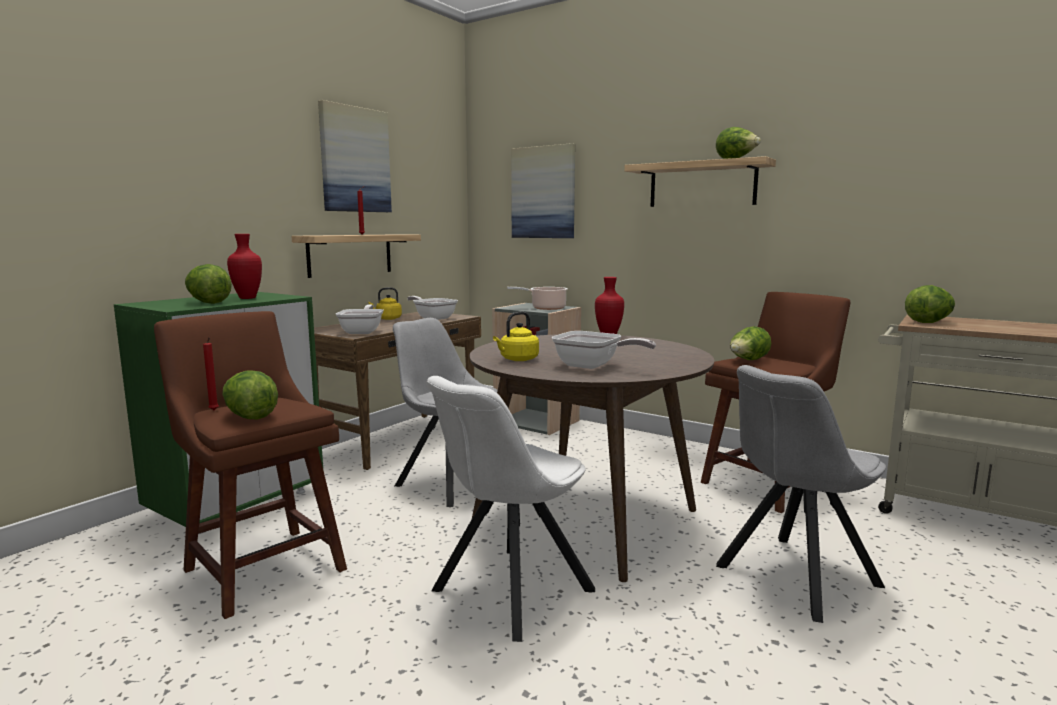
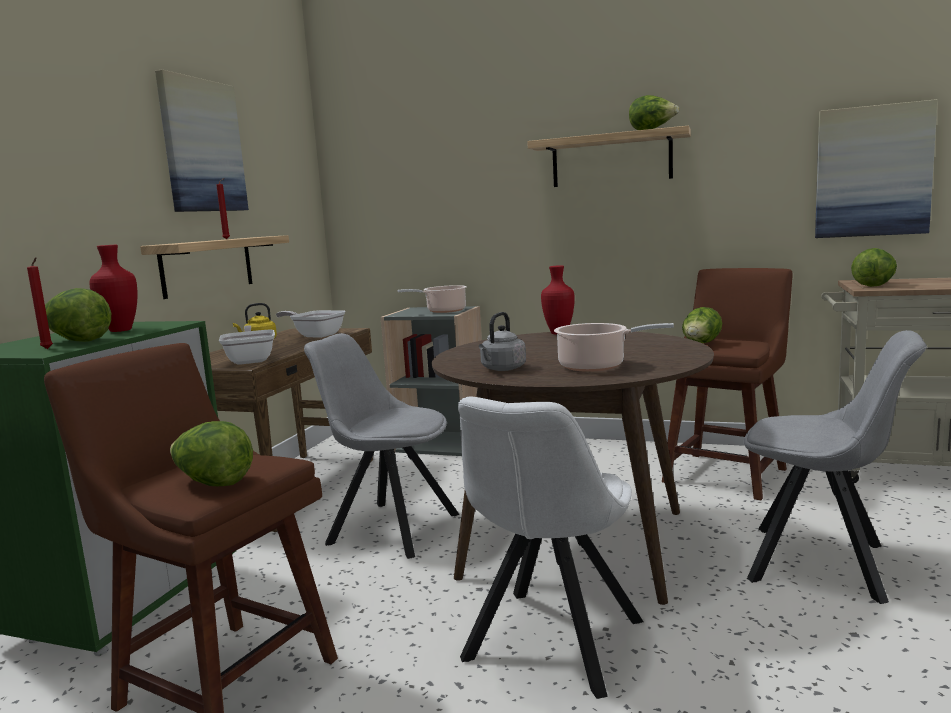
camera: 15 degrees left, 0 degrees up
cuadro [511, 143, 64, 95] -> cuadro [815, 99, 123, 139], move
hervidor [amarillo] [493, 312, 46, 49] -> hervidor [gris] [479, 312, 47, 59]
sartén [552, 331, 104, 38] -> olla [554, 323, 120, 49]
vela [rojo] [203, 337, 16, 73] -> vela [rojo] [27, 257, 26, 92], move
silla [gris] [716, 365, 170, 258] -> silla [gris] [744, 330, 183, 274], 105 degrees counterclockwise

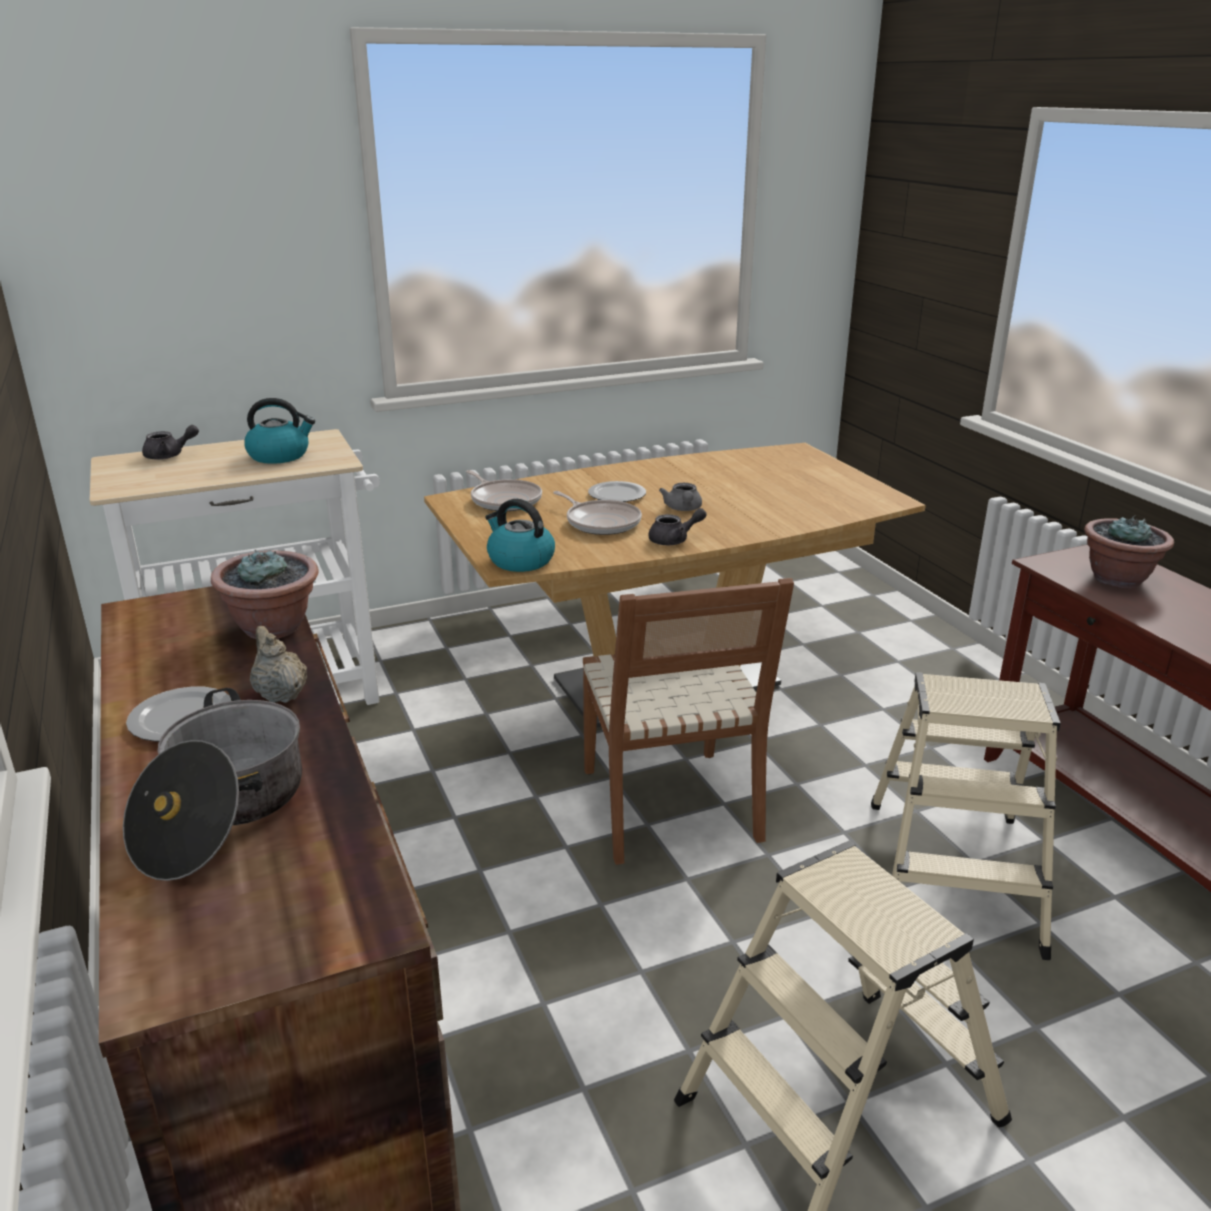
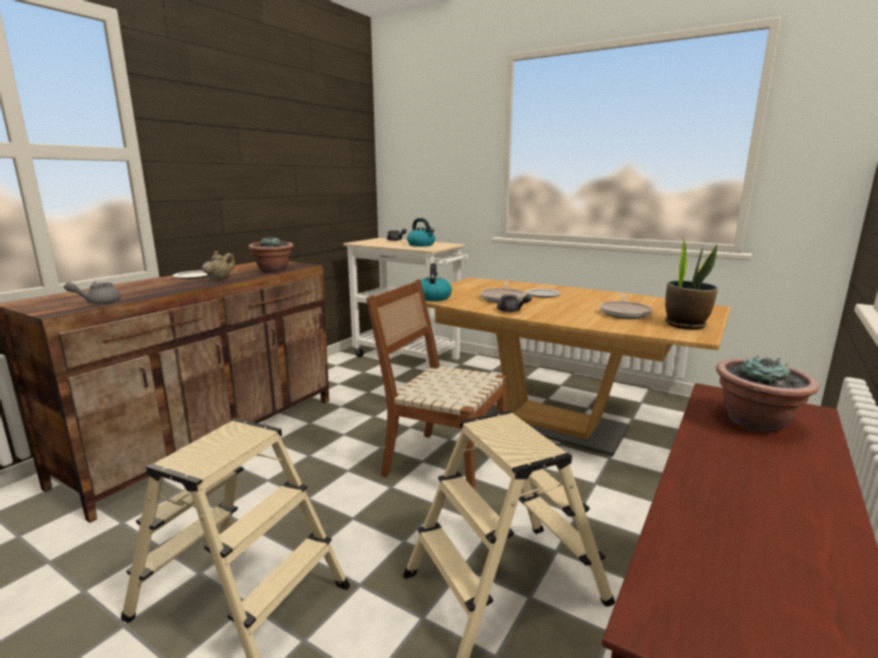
camera: 55 degrees right, 10 degrees down
sartén [466, 470, 76, 41] -> sartén [600, 295, 53, 24], move
tetera [gris] [659, 483, 43, 28] -> tetera [gris] [64, 282, 57, 22], move
silla [583, 578, 211, 287] -> silla [366, 279, 140, 210], 75 degrees clockwise
olla [123, 688, 179, 193] -> none
none -> planta en maceta [665, 237, 53, 93]

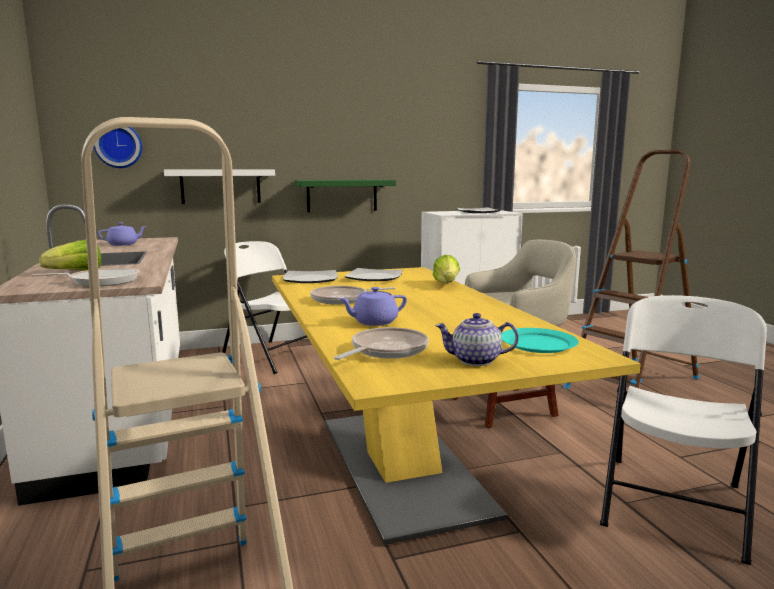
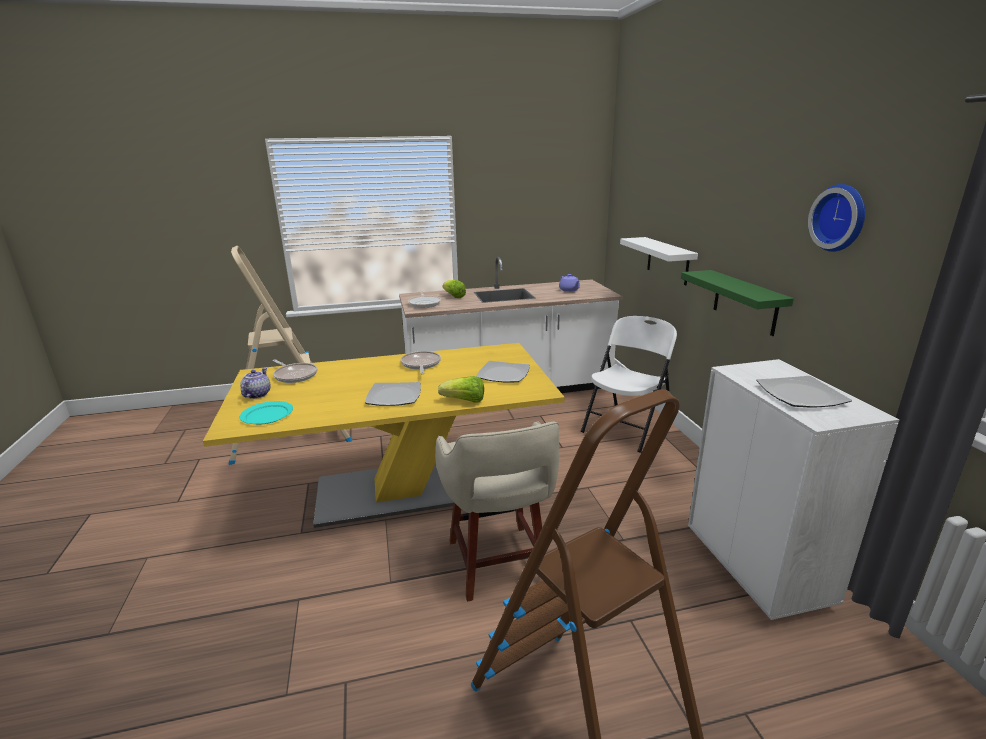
camera: 95 degrees right, 10 degrees up
reloj de pared [94, 127, 48, 41] -> reloj de pared [808, 184, 57, 68], move
plato [283, 270, 55, 13] -> plato [365, 382, 56, 24], move
tetera [morado] [338, 287, 69, 39] -> none
silla [blanco] [600, 295, 167, 270] -> none

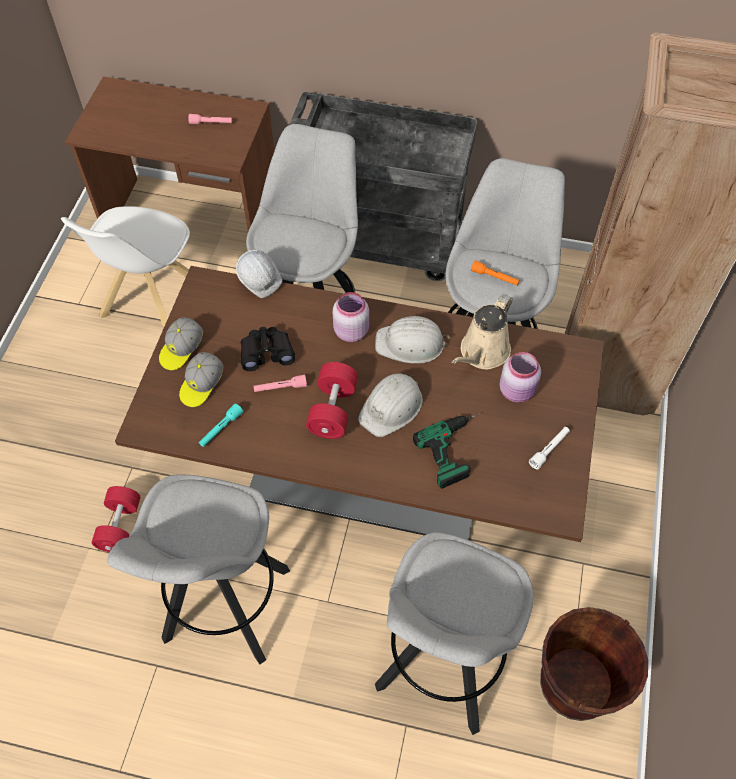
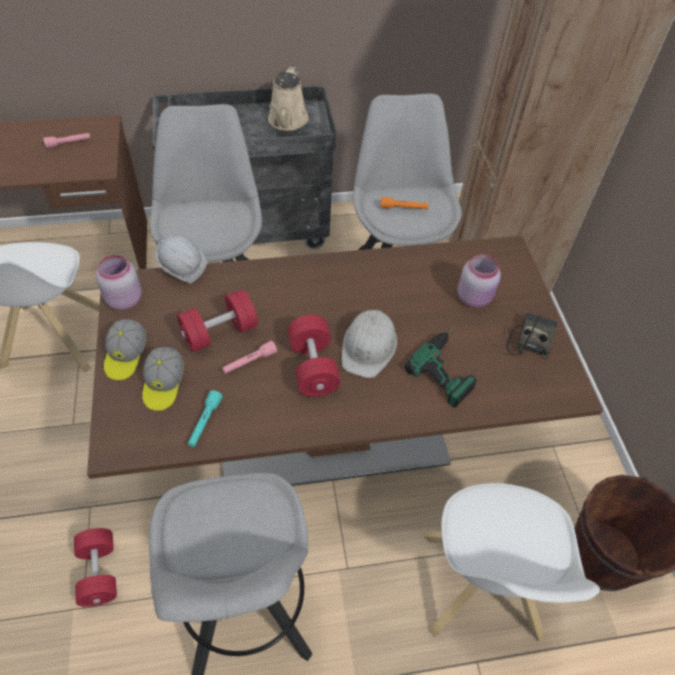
camera: 25 degrees left, 5 degrees down
tarro [rosa] [333, 292, 36, 50] -> tarro [rosa] [96, 255, 46, 55], move
regadera [beis] [452, 294, 61, 75] -> regadera [beis] [268, 66, 41, 65], move
casco [blanco] [375, 316, 74, 48] -> none
prismáticos [negro] [241, 327, 54, 44] -> mancuerna [rojo] [177, 289, 81, 63]
linterna [blanco] [529, 427, 41, 43] -> radio [507, 312, 51, 47]
taburete [gris] [375, 532, 159, 203] -> silla [blanco] [424, 483, 176, 159]

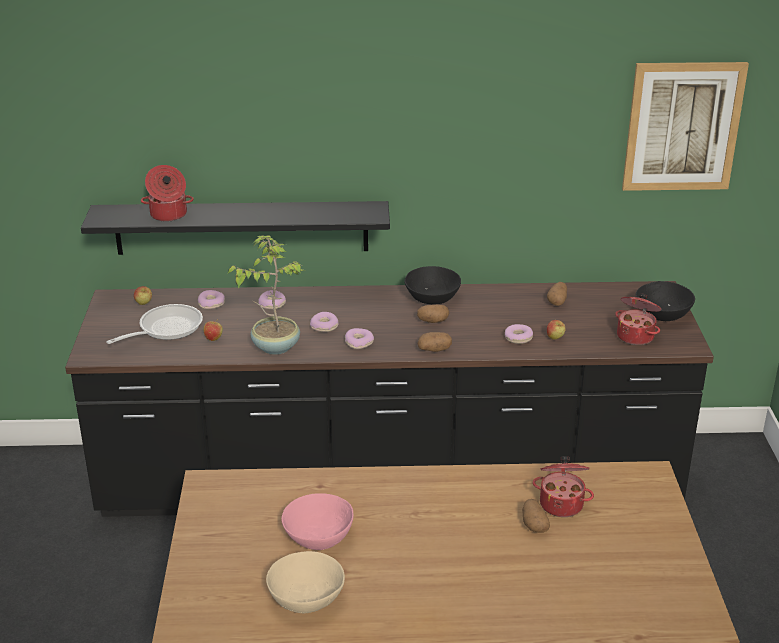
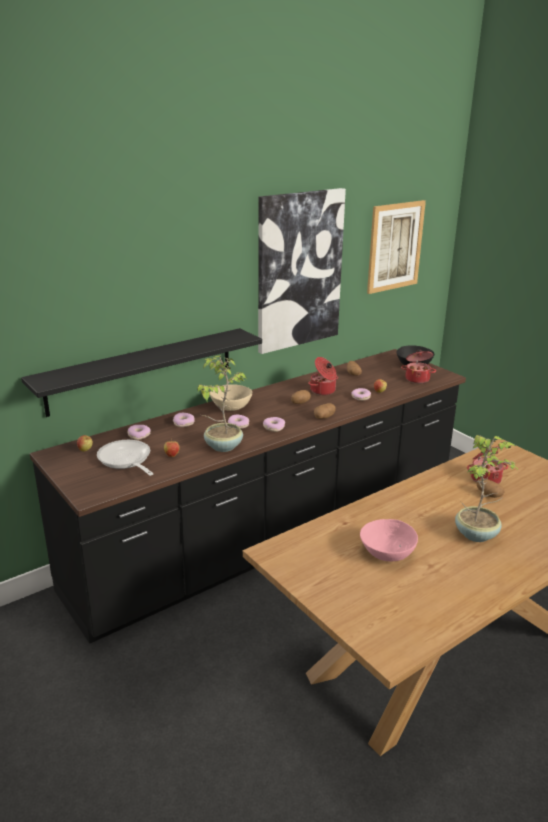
camera: 35 degrees left, 5 degrees down
olla [141, 165, 53, 57] -> olla [308, 357, 30, 38], move
cuenco [negro] [404, 266, 57, 38] -> none
sartén [106, 304, 97, 40] -> sartén [97, 440, 56, 36], 45 degrees counterclockwise
cuenco [beis] [266, 551, 79, 62] -> cuenco [beis] [210, 384, 42, 27], move
none -> cuadro [258, 188, 88, 166]
none -> planta en maceta [455, 435, 63, 107]

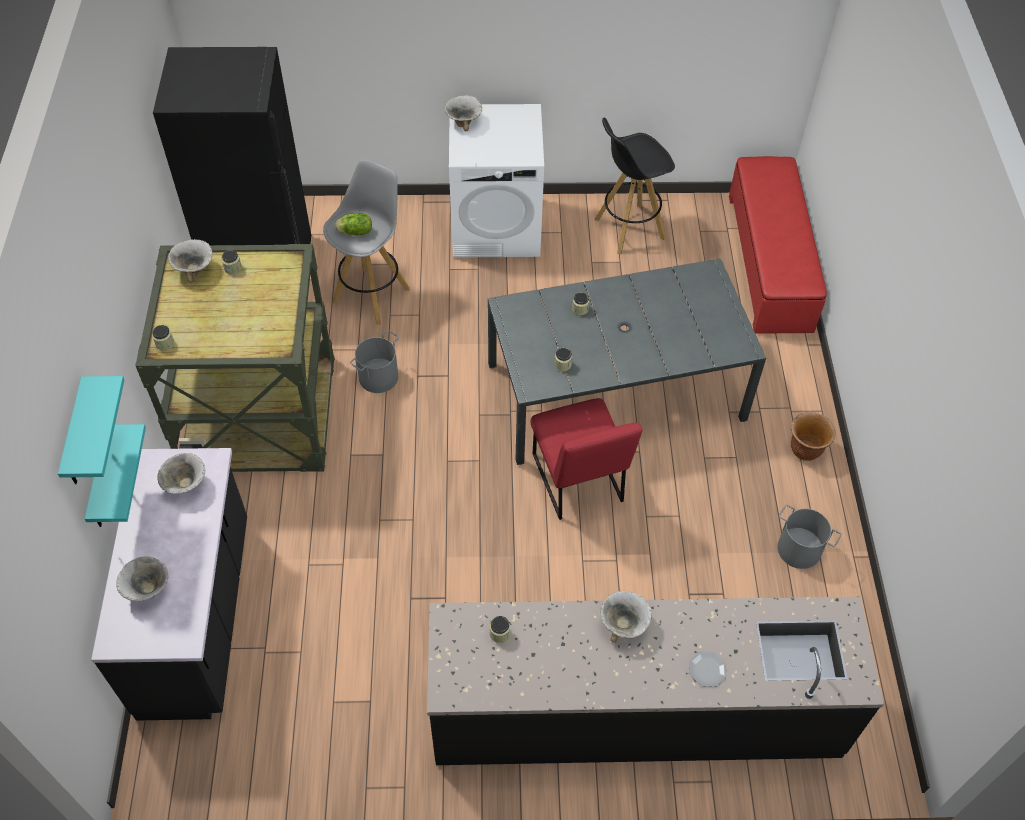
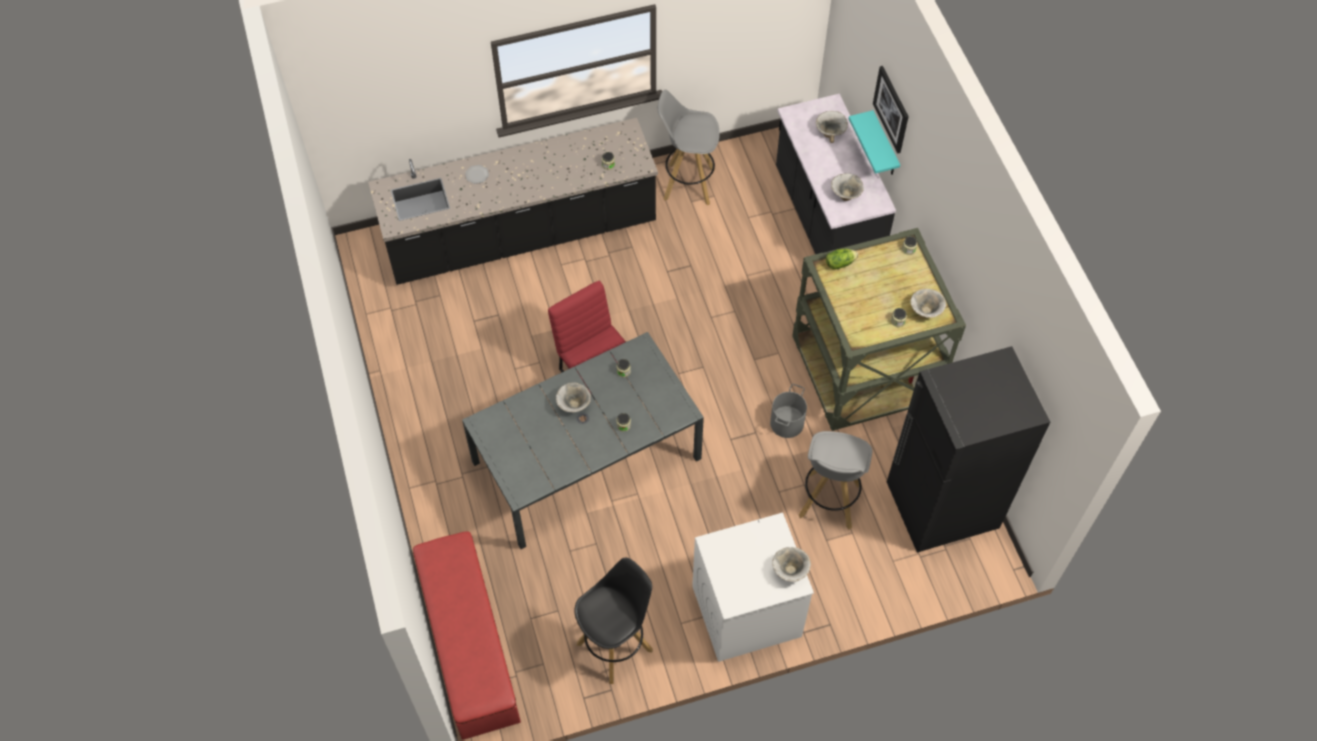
camera: 165 degrees right, 5 degrees up
lechuga [334, 213, 38, 23] -> lechuga [826, 249, 32, 20], move
estante [turquesa] [58, 376, 66, 108] -> cuadro [873, 66, 36, 88]
maceta [marrón] [791, 412, 44, 49] -> none
cubo [gris] [777, 504, 65, 65] -> none
cuenco [600, 591, 52, 51] -> cuenco [556, 382, 35, 30], move
none -> taburete [gris] [658, 90, 62, 115]

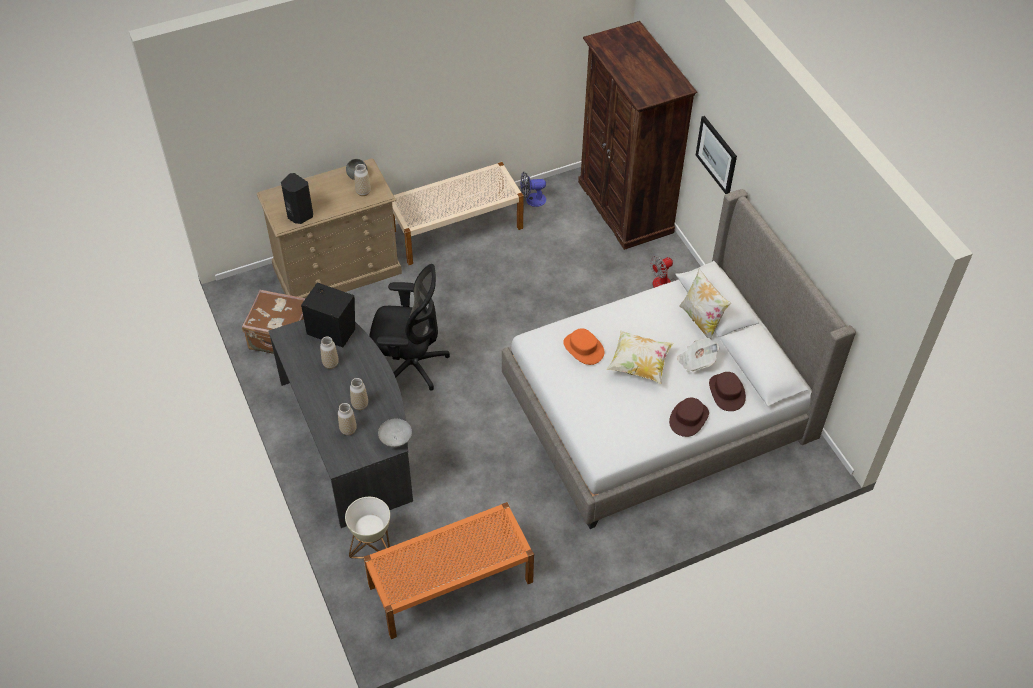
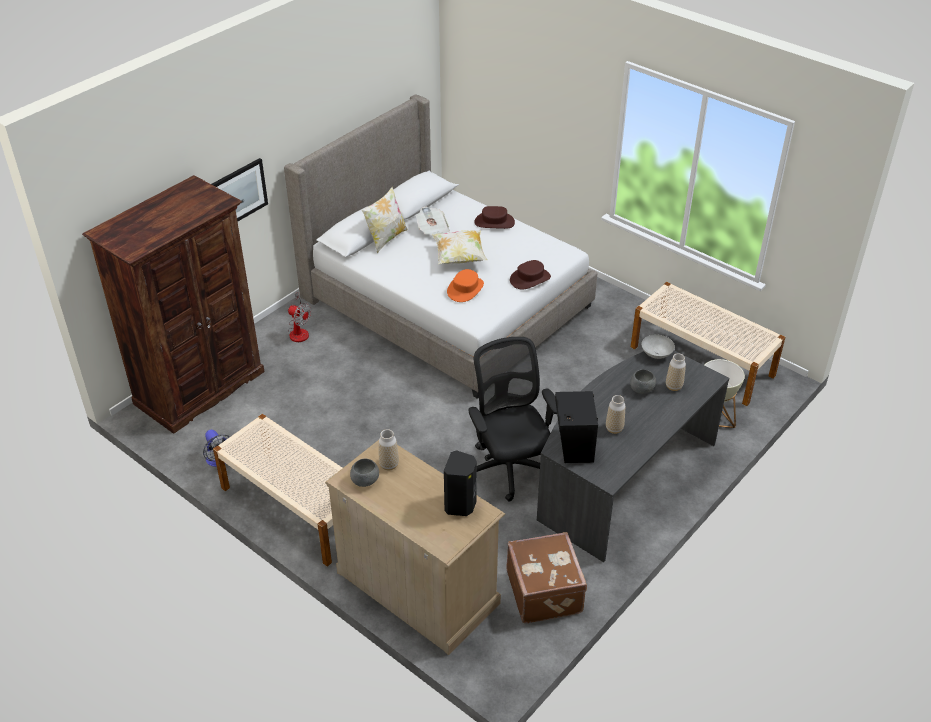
camera: 115 degrees left, 10 degrees down
sombrero [marrón] [709, 372, 37, 39] -> sombrero [marrón] [510, 260, 41, 29], move
florero [350, 378, 18, 32] -> cuenco [gris] [630, 369, 26, 25]
banco [naranja] [363, 502, 171, 137] -> banco [beis] [631, 282, 154, 124]

